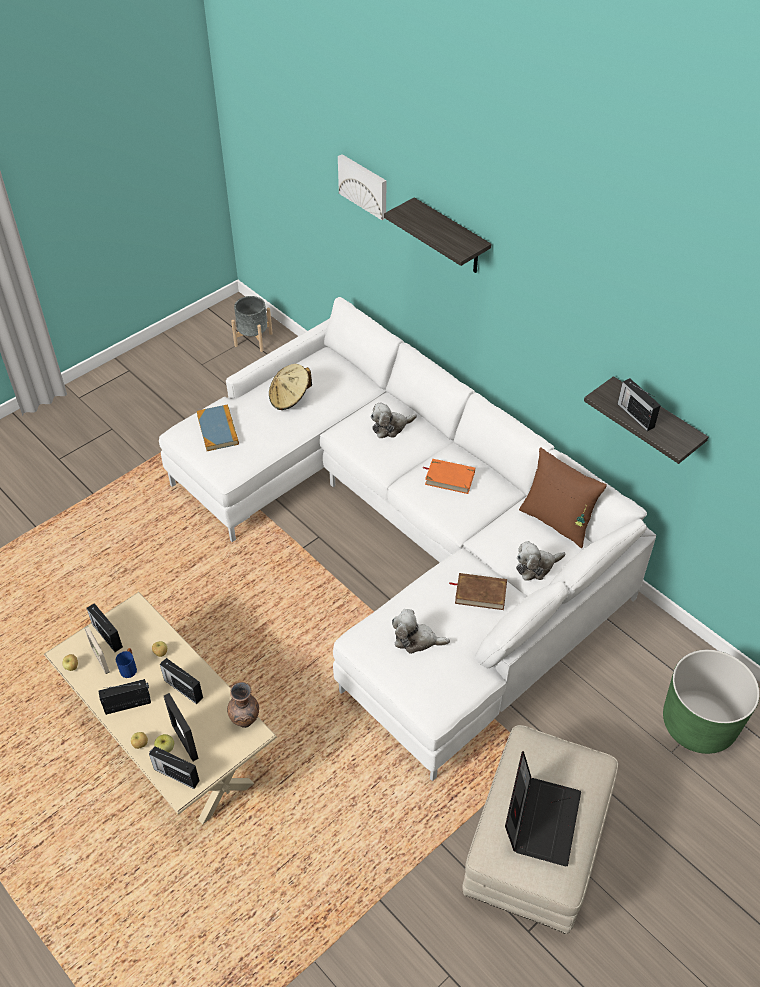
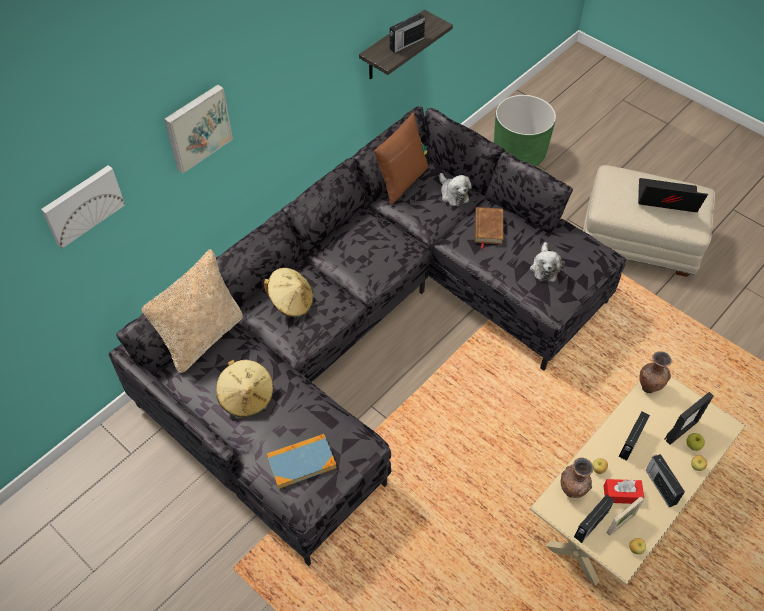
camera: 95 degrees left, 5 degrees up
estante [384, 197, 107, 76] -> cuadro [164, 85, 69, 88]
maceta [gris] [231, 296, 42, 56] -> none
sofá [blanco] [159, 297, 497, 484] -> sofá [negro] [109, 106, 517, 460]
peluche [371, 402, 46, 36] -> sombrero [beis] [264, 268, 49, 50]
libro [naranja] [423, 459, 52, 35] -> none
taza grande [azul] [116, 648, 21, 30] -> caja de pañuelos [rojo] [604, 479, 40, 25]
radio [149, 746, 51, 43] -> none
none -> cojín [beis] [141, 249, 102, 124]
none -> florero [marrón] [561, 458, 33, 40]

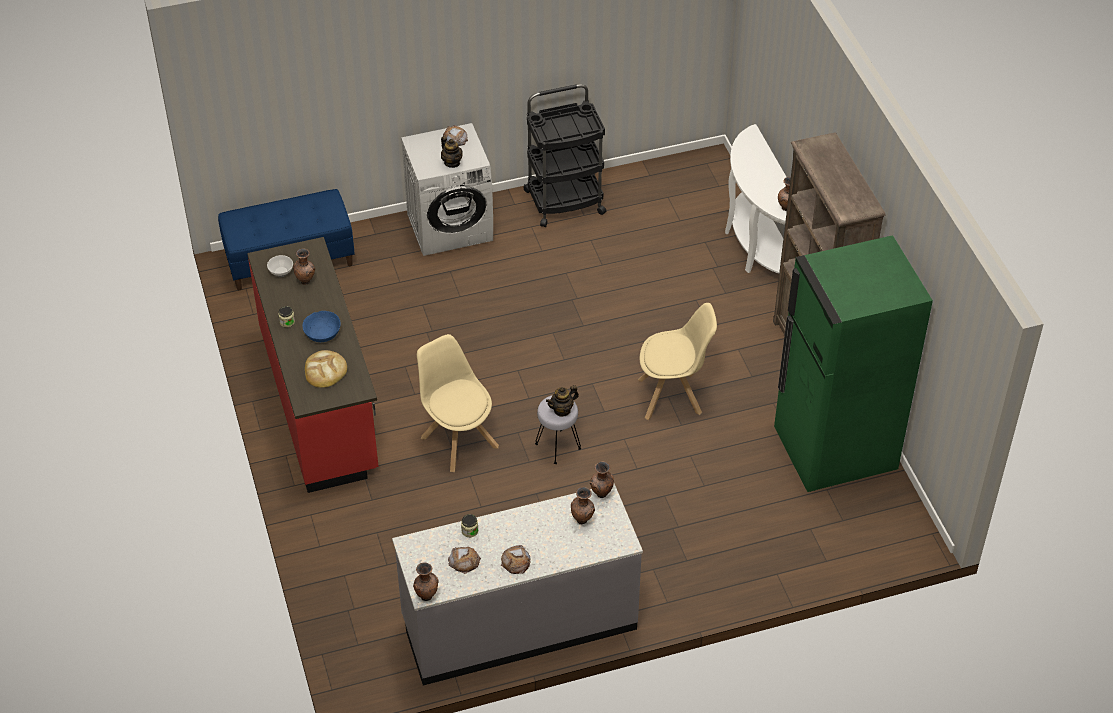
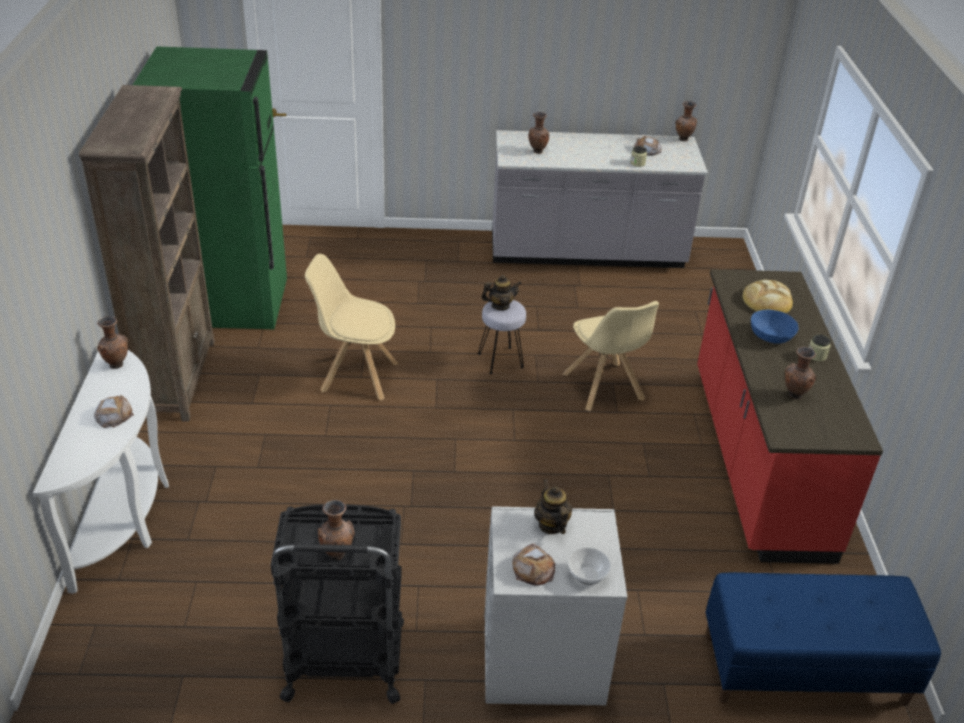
camera: 165 degrees left, 10 degrees down
cuenco [267, 255, 26, 22] -> cuenco [568, 547, 43, 38], move
florero [marrón] [590, 461, 24, 37] -> florero [marrón] [318, 500, 37, 60], move
pan [501, 545, 29, 29] -> pan [94, 395, 40, 33], move

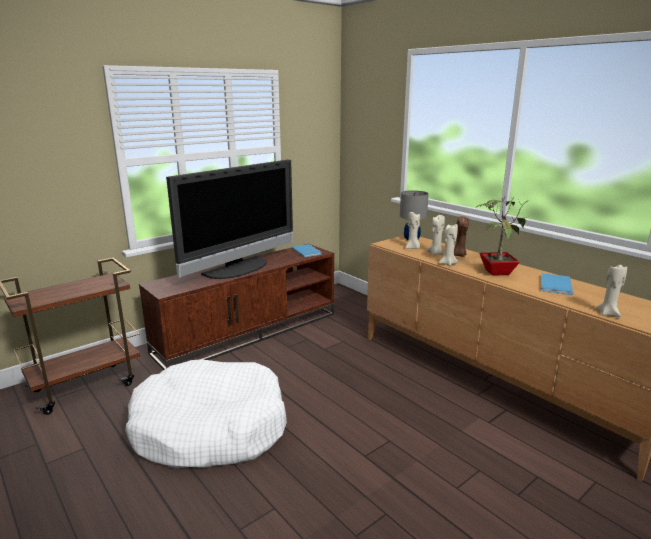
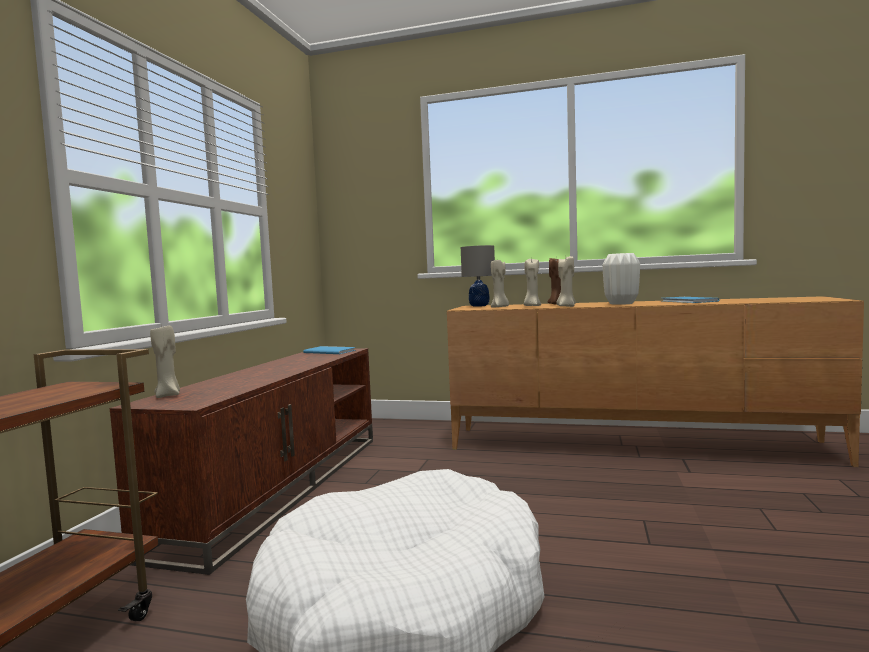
camera: 35 degrees left, 15 degrees down
televisor [166, 160, 127, 119] -> none
planta en maceta [475, 195, 53, 81] -> florero [blanco] [602, 253, 38, 52]
vela [beis] [596, 264, 31, 53] -> vela [beis] [150, 324, 30, 74], move

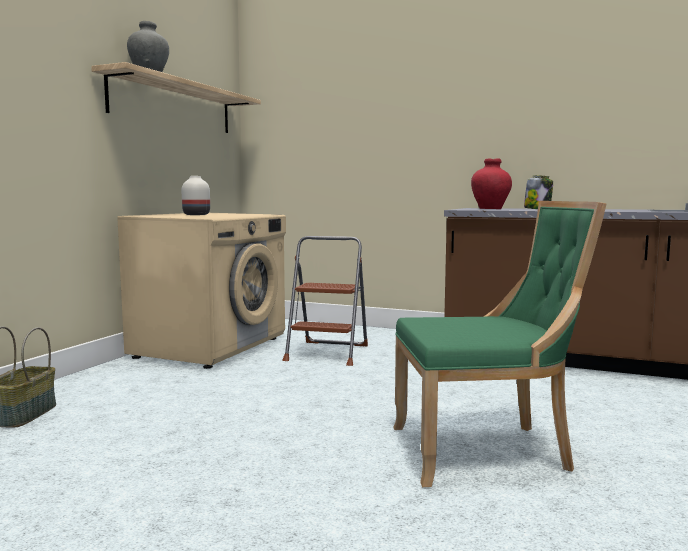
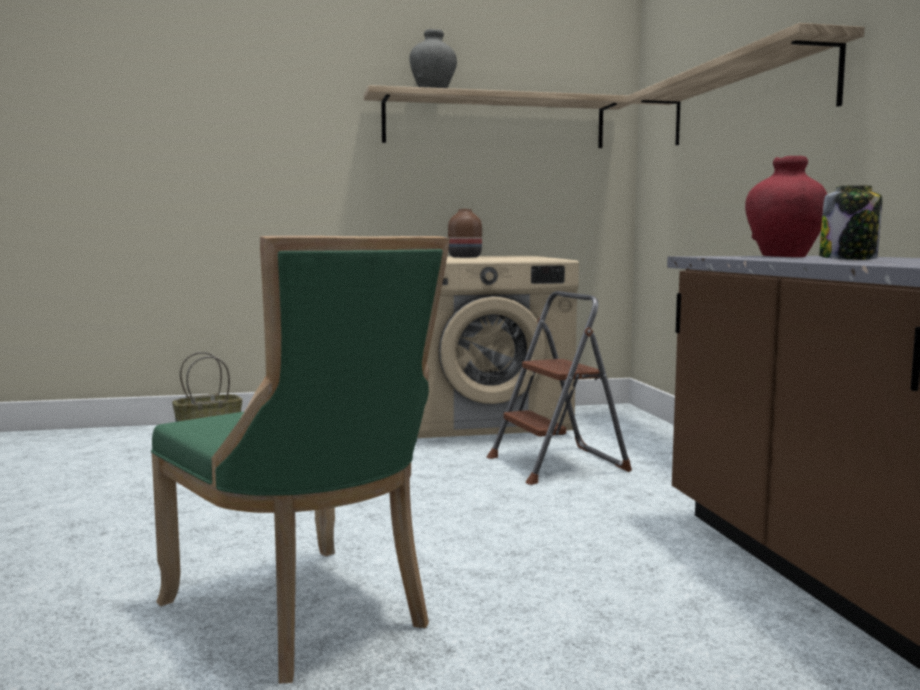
camera: 55 degrees right, 0 degrees up
florero [blanco] [182, 176, 28, 39] -> florero [marrón] [448, 209, 34, 49]
none -> estante [625, 23, 240, 123]

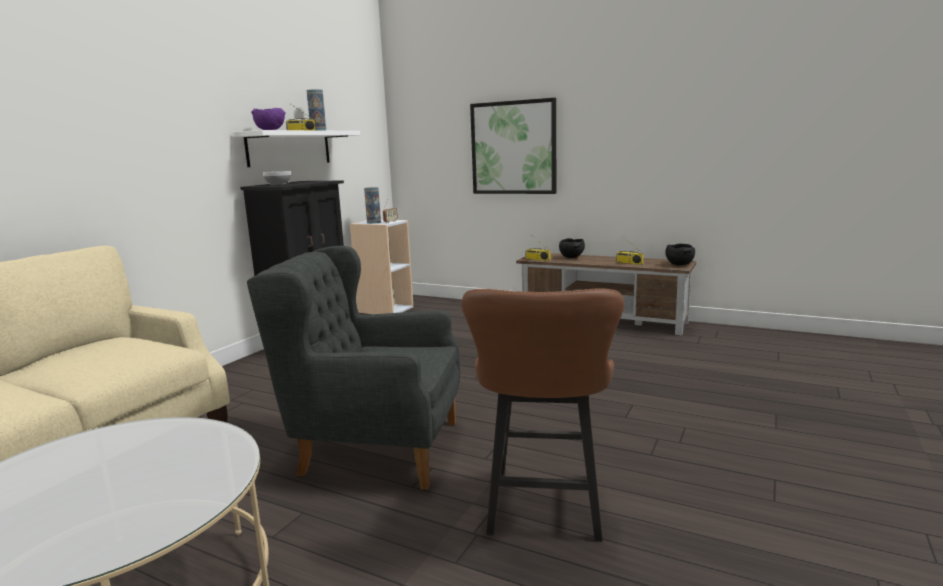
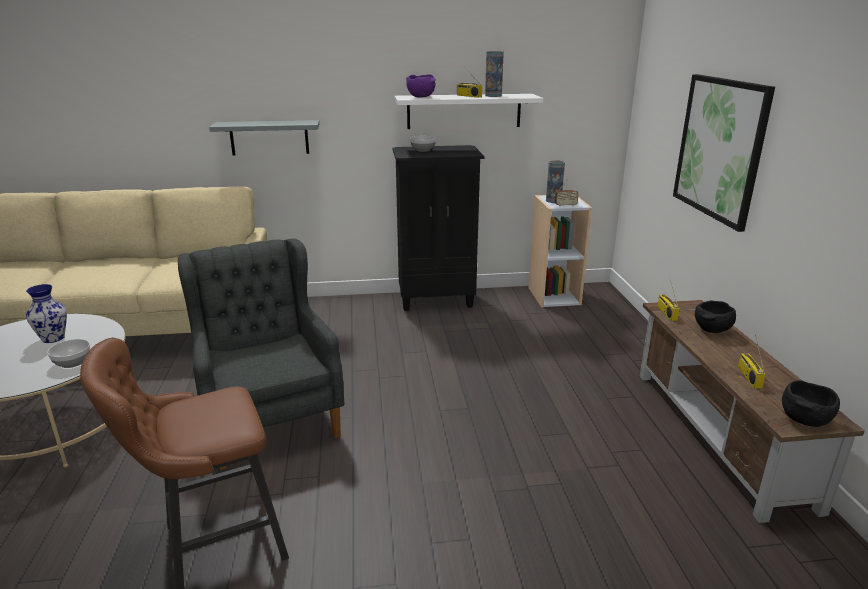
camera: 55 degrees right, 10 degrees up
none -> estante [gris] [209, 120, 110, 36]
none -> florero [26, 284, 41, 59]
none -> cuenco [47, 339, 43, 29]

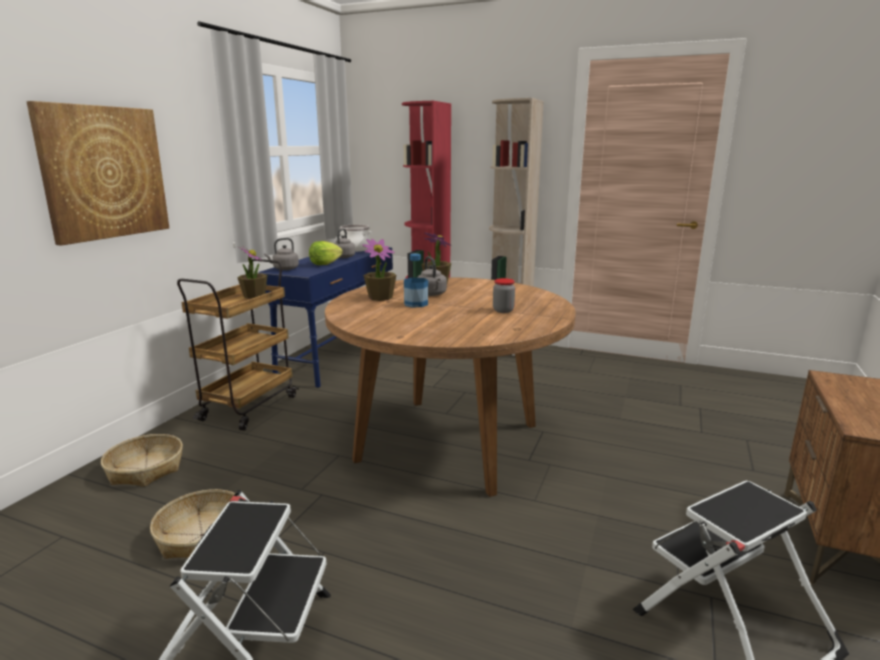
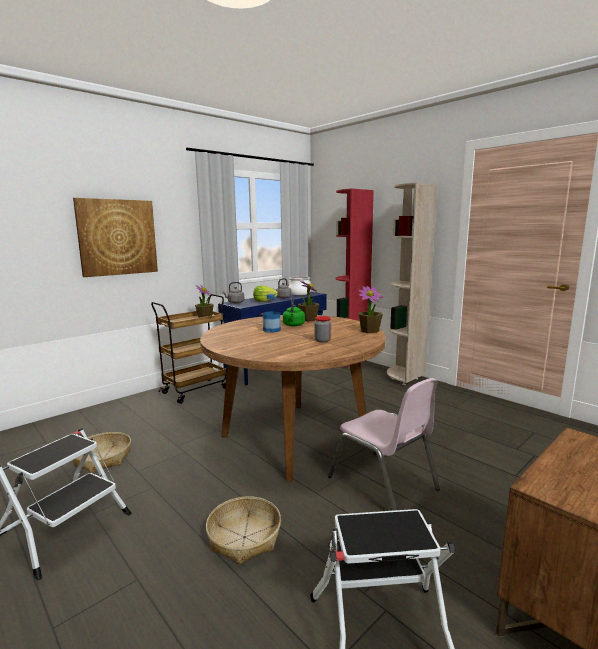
camera: 25 degrees right, 5 degrees down
planta en maceta [362, 239, 34, 62] -> planta en maceta [358, 286, 25, 47], move
hervidor [gris] [417, 256, 30, 40] -> hervidor [verde] [283, 298, 22, 28]
cesta [101, 434, 82, 53] -> cesta [206, 496, 75, 68], move
none -> silla [rosa] [328, 378, 112, 133]

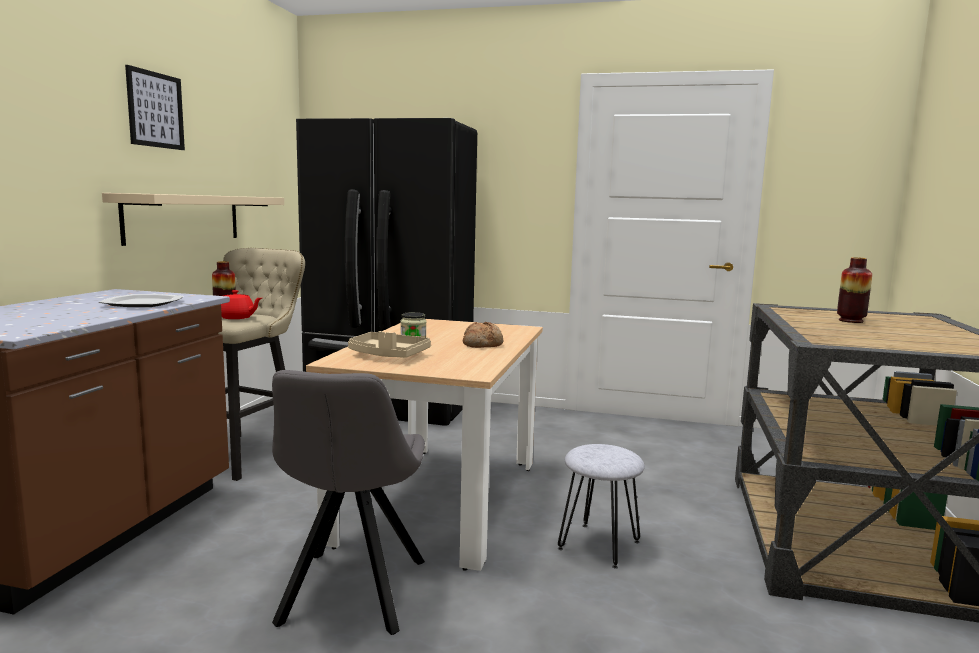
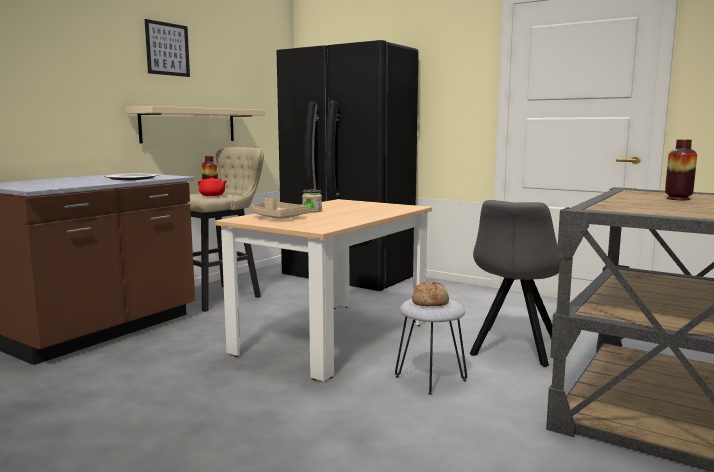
camera: 20 degrees right, 0 degrees up
pan [463, 322, 40, 26] -> pan [412, 282, 37, 24], move
silla [gris] [272, 370, 153, 265] -> silla [gris] [470, 200, 90, 167], move

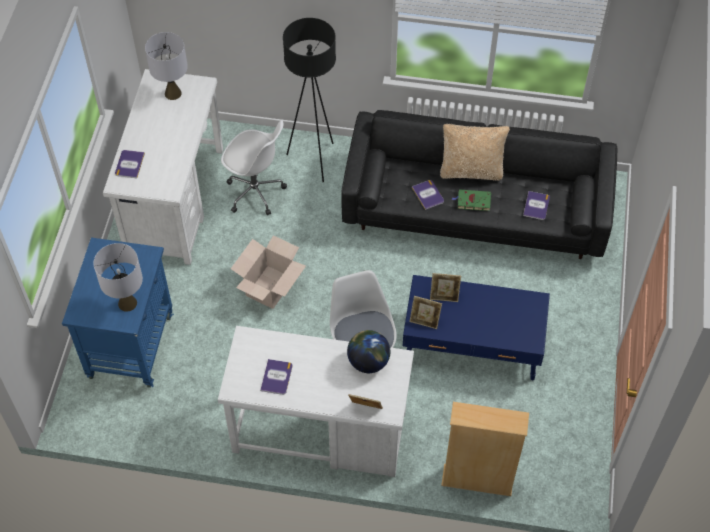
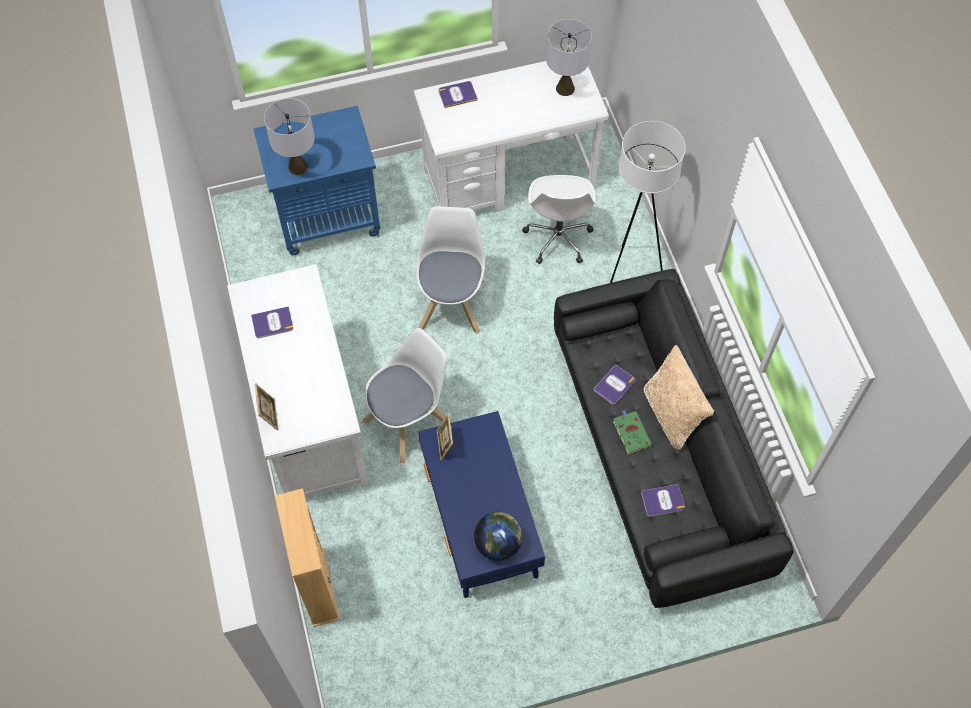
camera: 65 degrees right, 5 degrees up
lámpara de pie [negro] [283, 18, 53, 165] -> lámpara de pie [blanco] [610, 121, 76, 162]
caja de cartón [231, 235, 75, 74] -> silla [416, 206, 69, 128]
portarretratos [430, 273, 31, 29] -> none
globo terráqueo [347, 330, 43, 43] -> globo terráqueo [474, 512, 49, 49], move

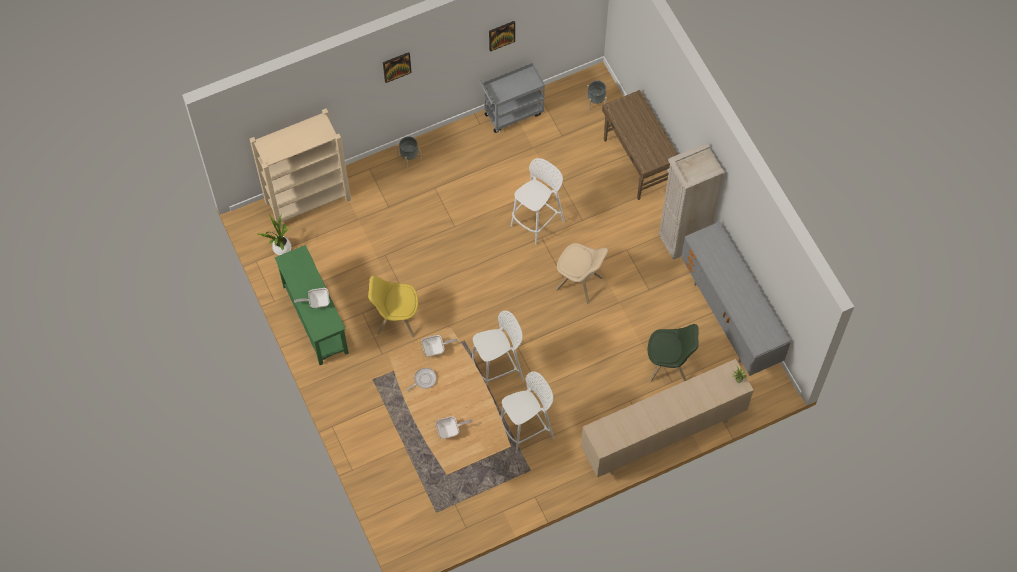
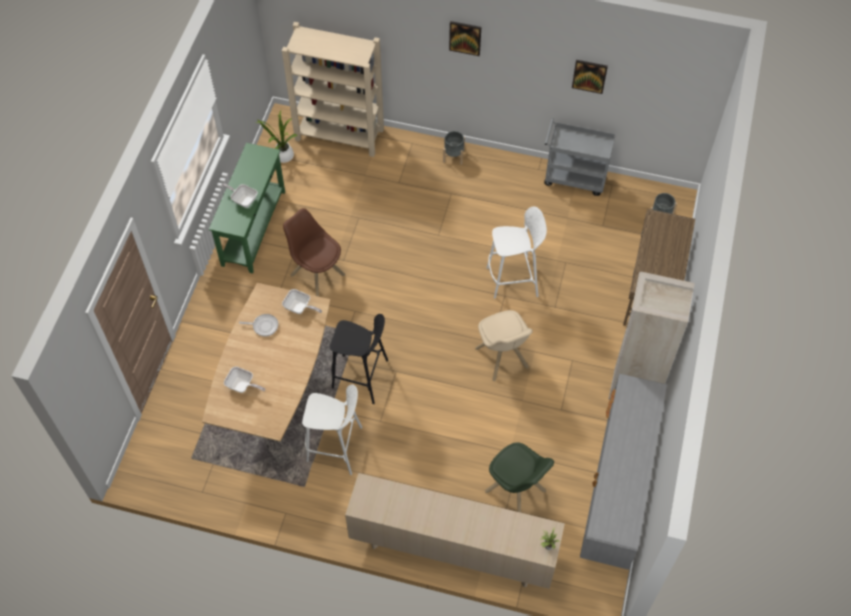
camera: 40 degrees right, 5 degrees down
silla [amarillo] [368, 275, 50, 62] -> silla [marrón] [283, 208, 62, 89]
taburete [blanco] [472, 311, 52, 75] -> taburete [negro] [330, 314, 58, 90]

